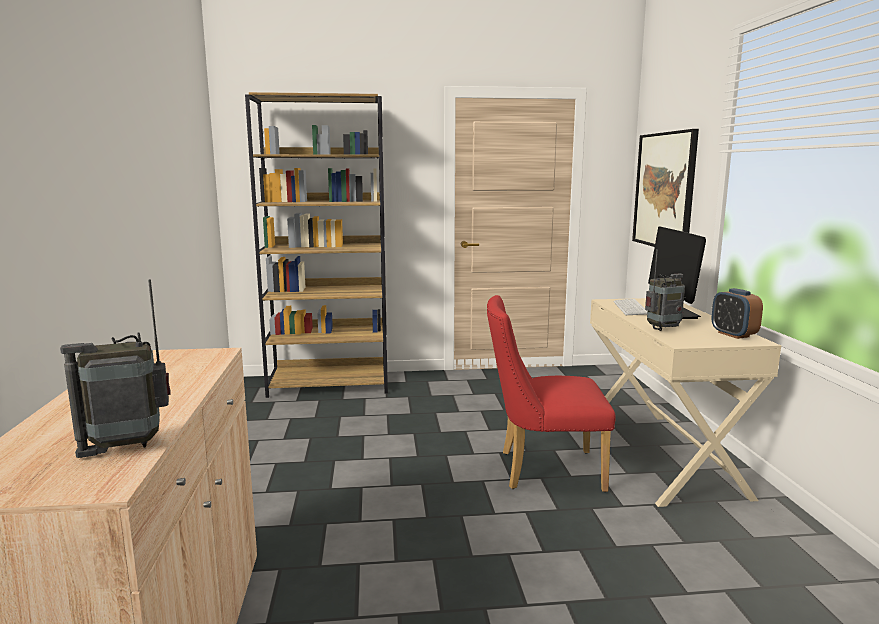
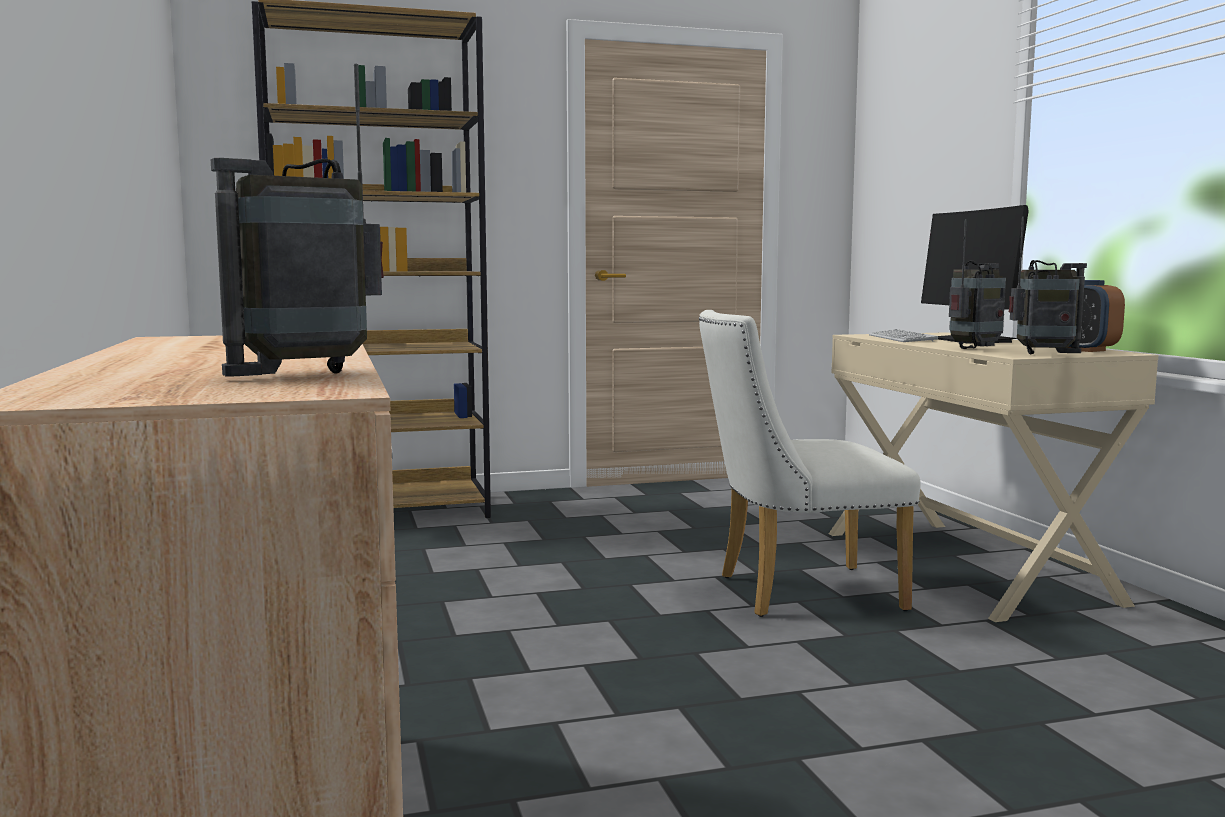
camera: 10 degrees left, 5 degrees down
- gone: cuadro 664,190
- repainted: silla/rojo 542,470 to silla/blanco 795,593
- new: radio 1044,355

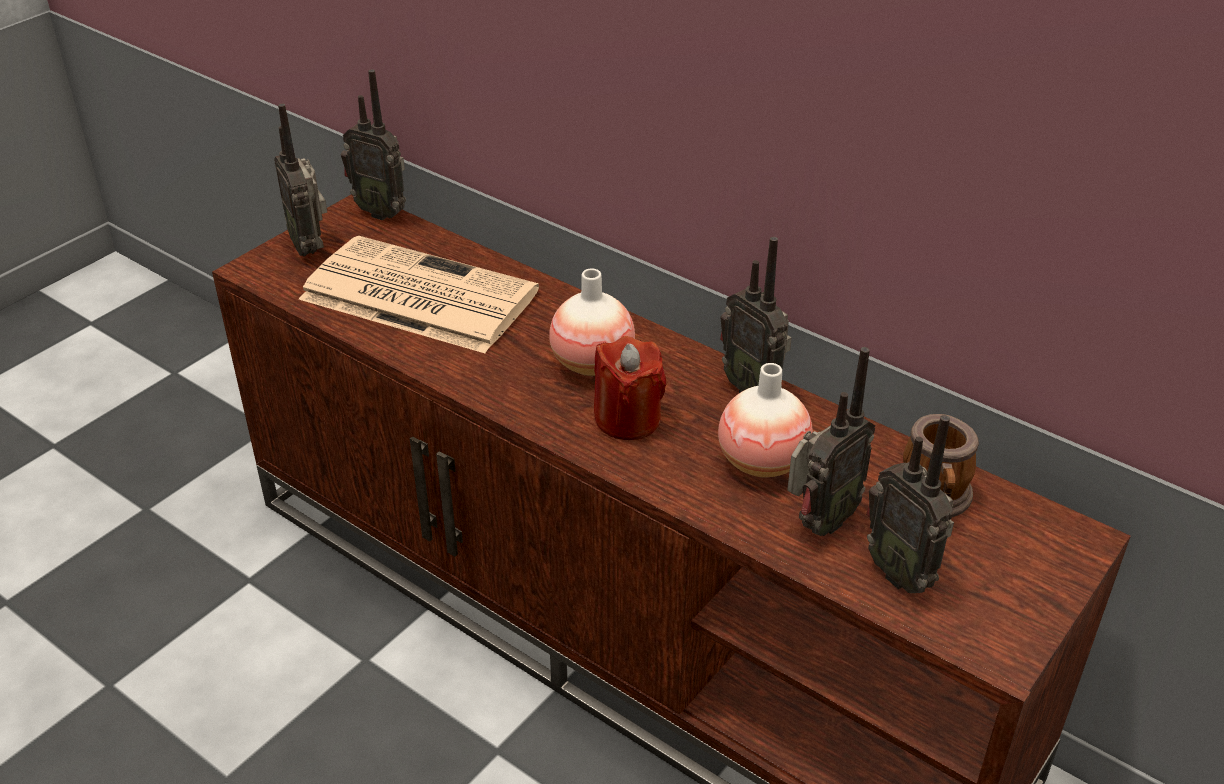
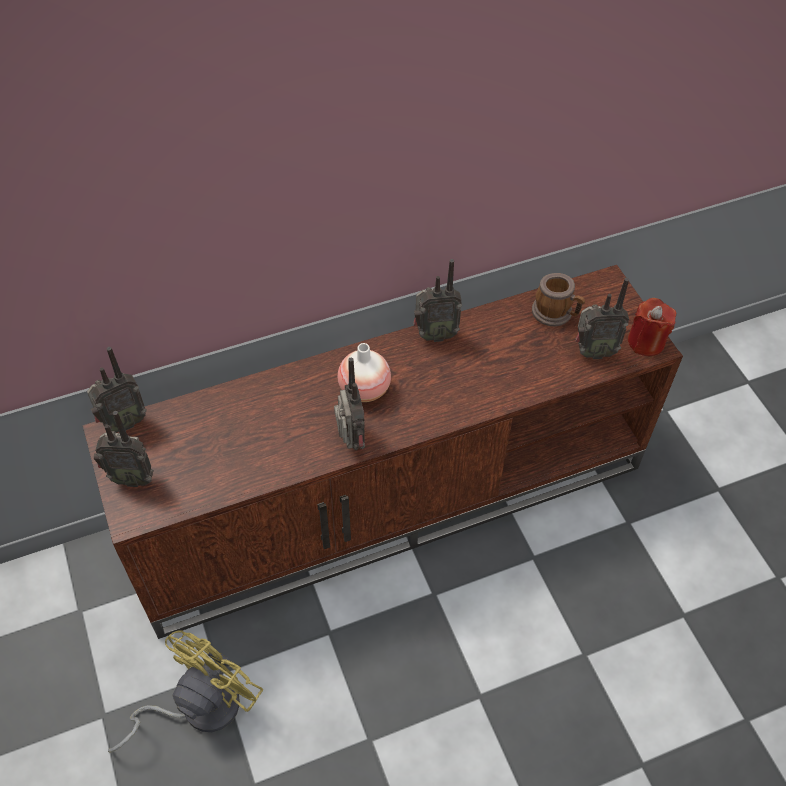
camera: 60 degrees left, 15 degrees up
- gone: periódico 415,296
- shifted: vela/rojo 628,419 to 646,342
- shifted: radio 818,523 to 350,442
- gone: florero 762,462
- new: ventilador/amarillo 198,707

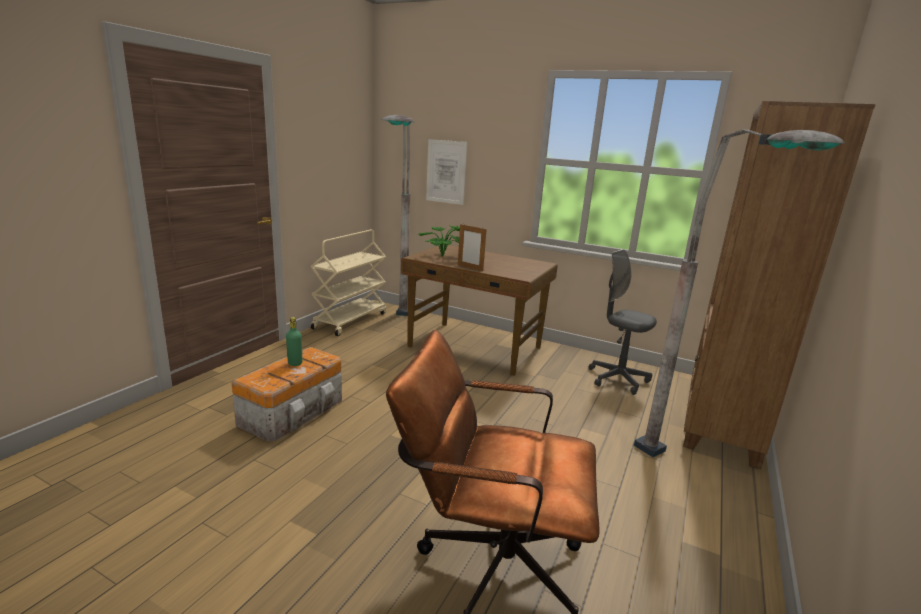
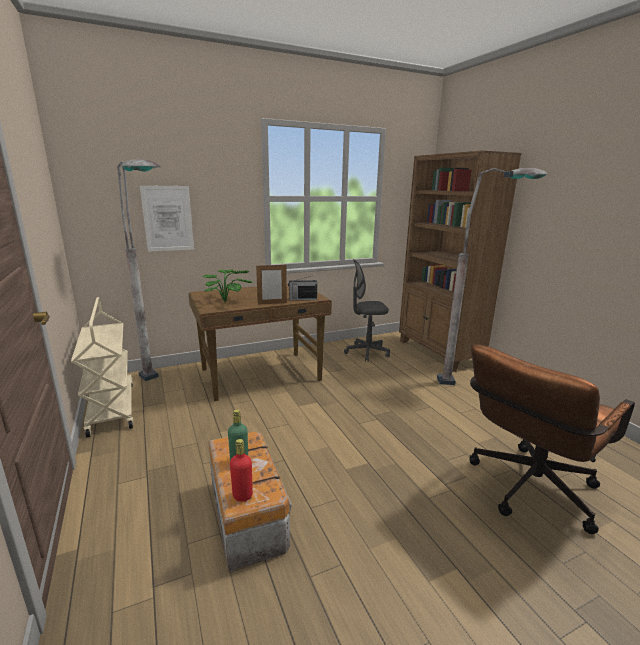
camera: 50 degrees left, 0 degrees up
- new: radio 302,299
- new: botella/rojo 242,495

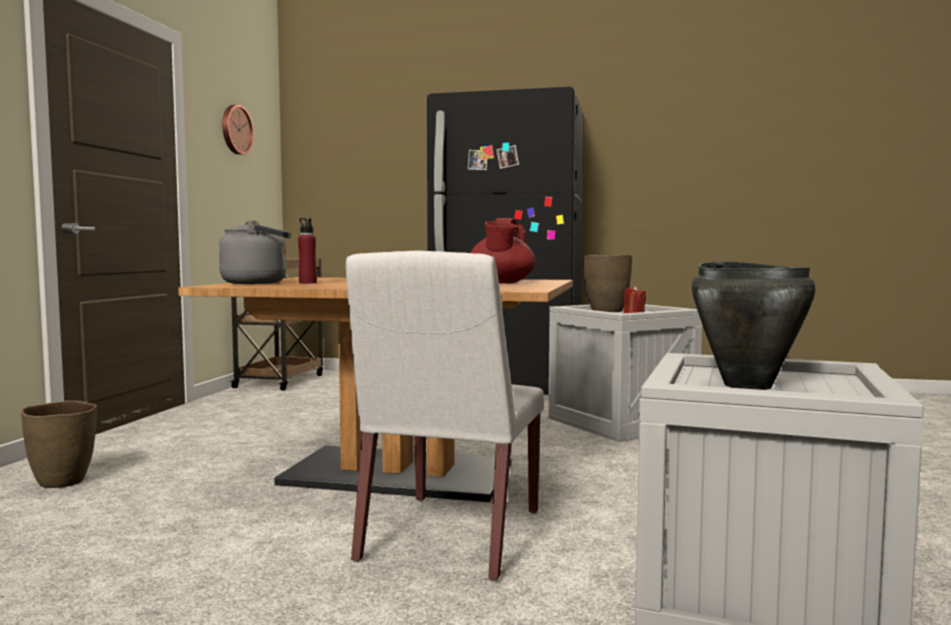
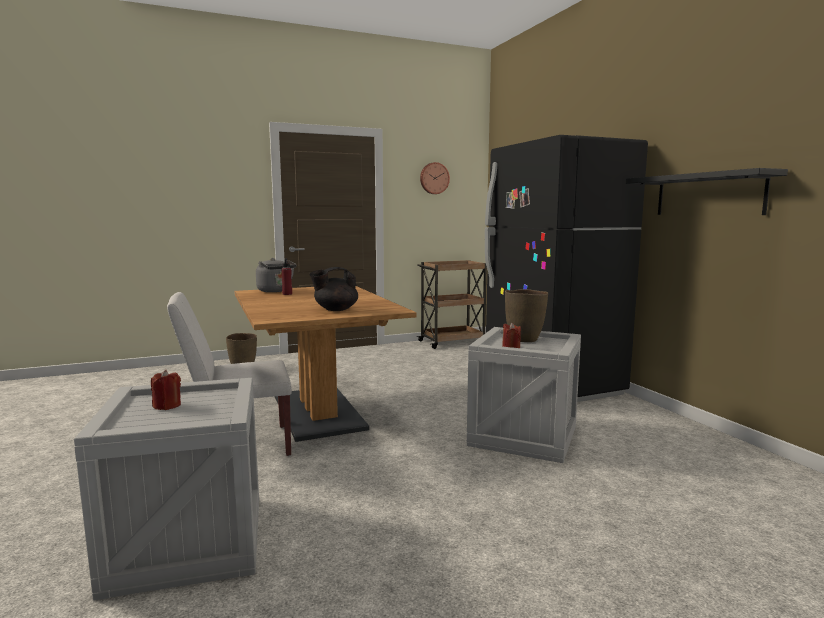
camera: 55 degrees right, 5 degrees up
- repainted: tetera/rojo 501,283 to tetera/negro 335,310
- swapped: olla/negro 748,385 to vela/rojo 167,406
- new: estante/negro 708,195

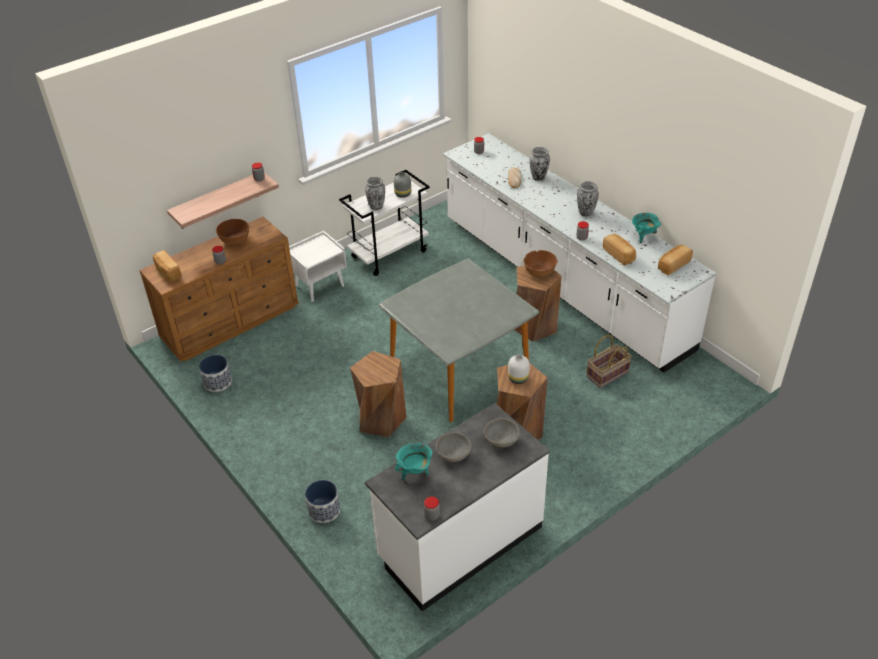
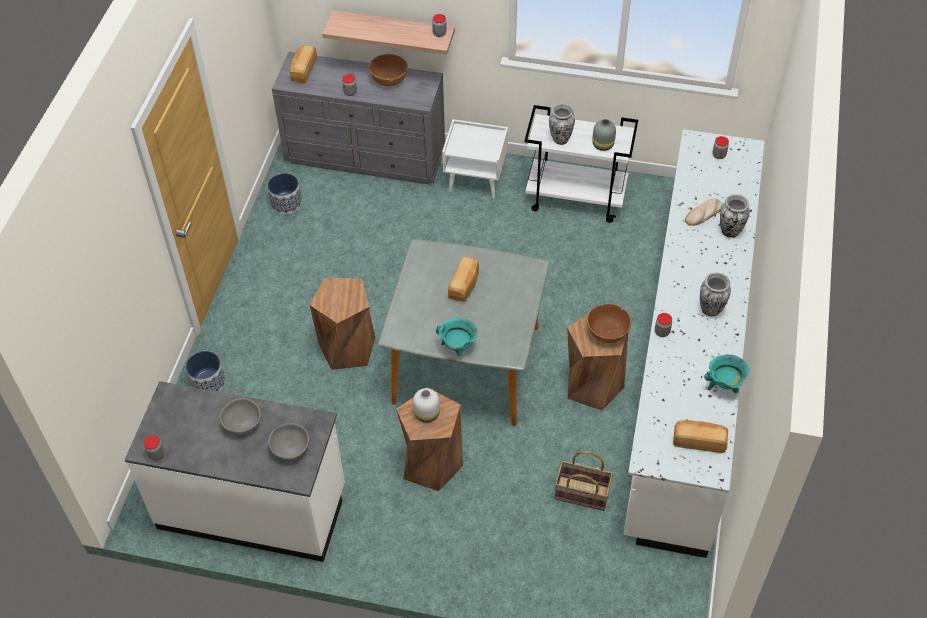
camera: 50 degrees right, 10 degrees up
- repainted: cómoda/marrón 231,321 to cómoda/gris 366,156
- shifted: pan 619,255 to 465,285
- shifted: olla/turquesa 415,472 to 458,347

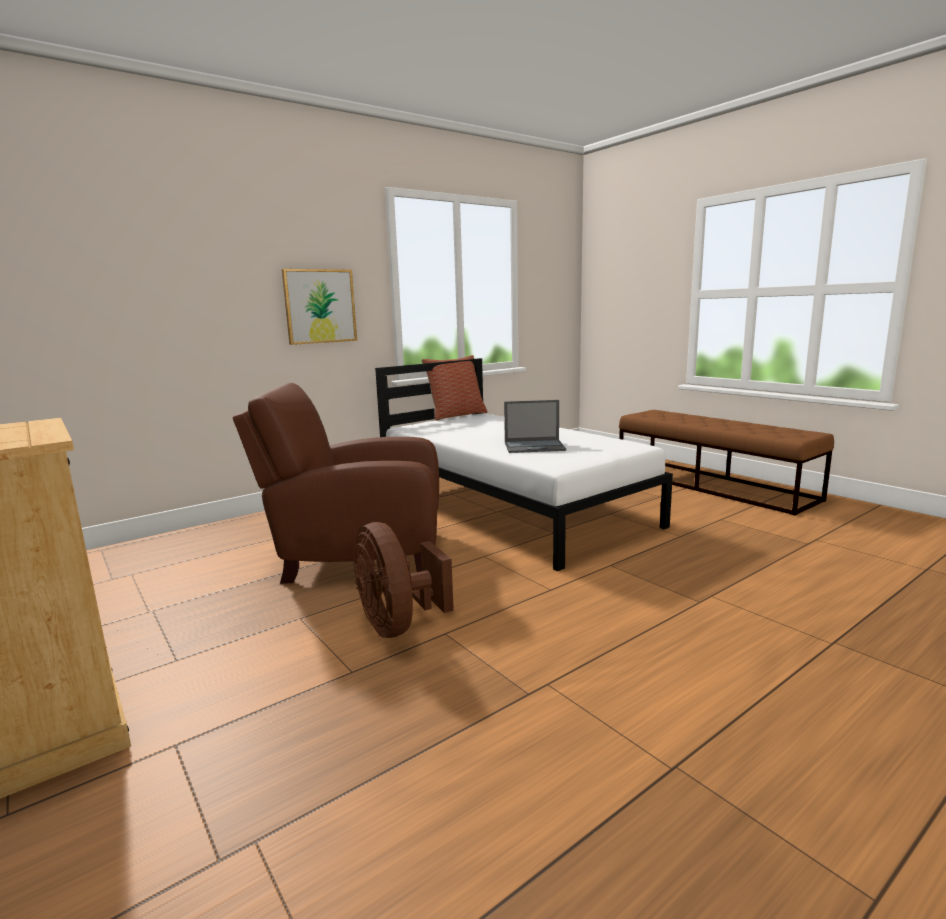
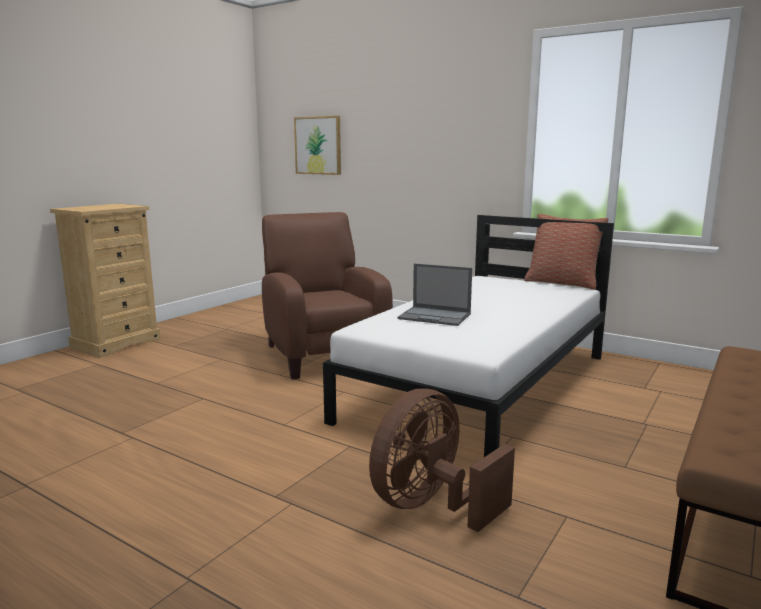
camera: 70 degrees right, 0 degrees up
- shifted: cuadro 320,306 to 318,145
- rotated: portátil 535,446 = 435,316 45 degrees counterclockwise
- shifted: ventilador/marrón 398,624 to 431,506

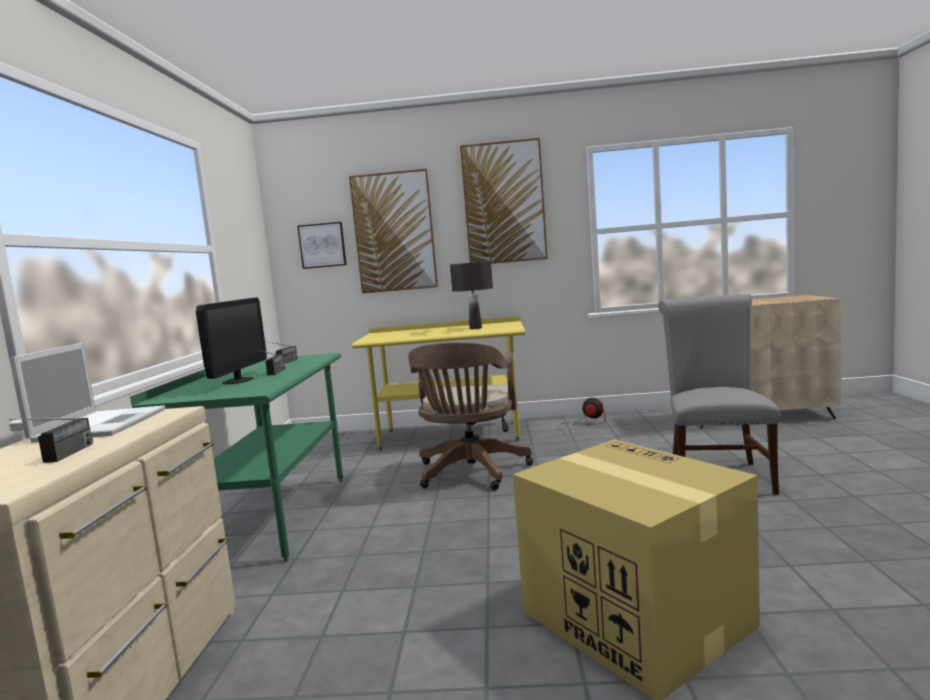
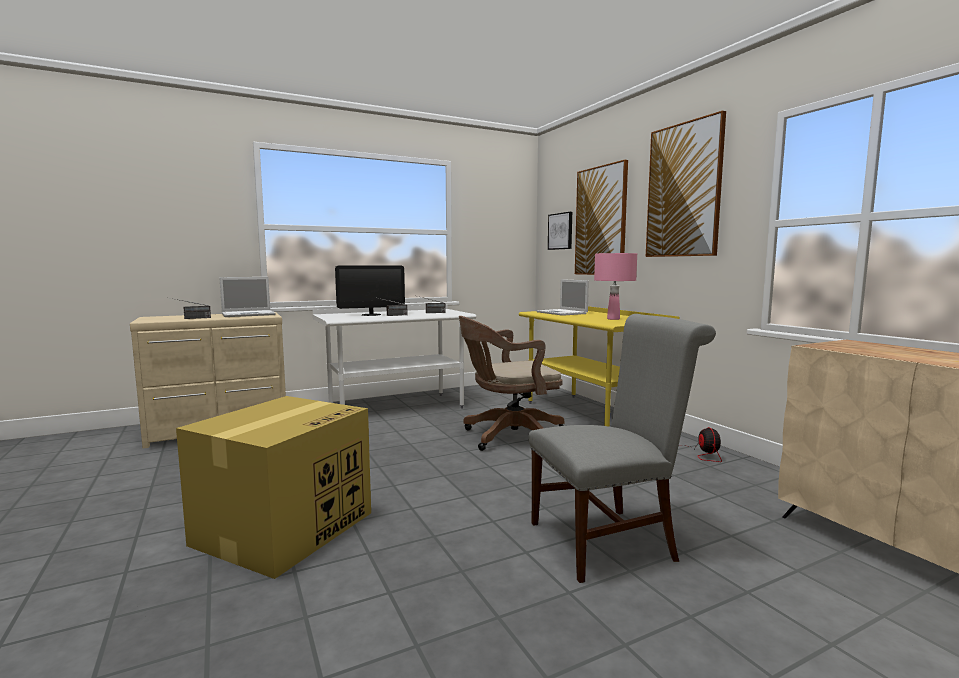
camera: 60 degrees right, 0 degrees up
- repainted: lámpara de mesa/negro 475,328 to lámpara de mesa/rosa 613,319
- repainted: escritorio/verde 274,517 to escritorio/blanco 396,408
- new: portátil 562,313

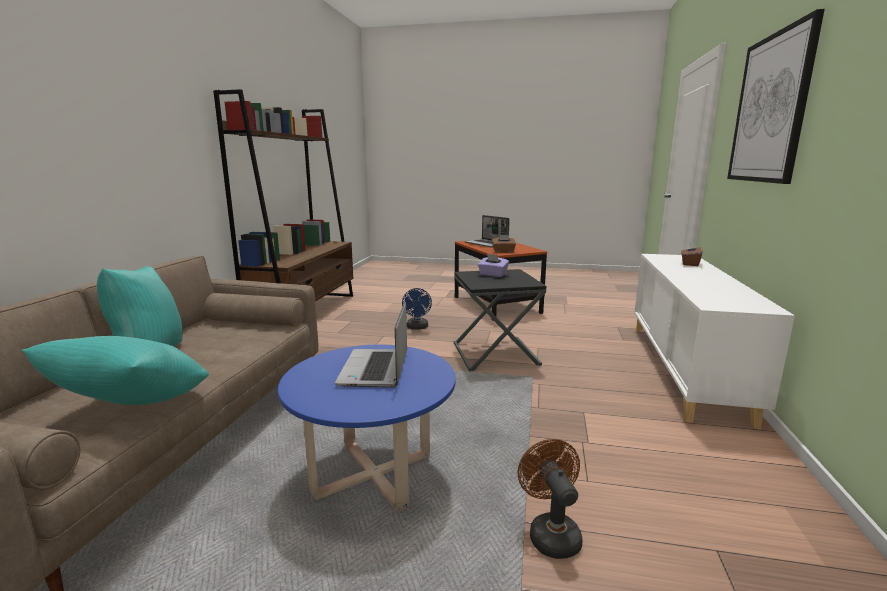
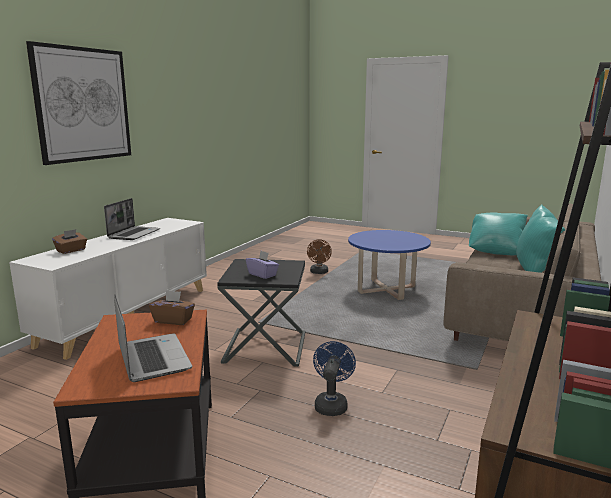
camera: 165 degrees left, 0 degrees up
- shifted: portátil 375,370 to 134,234

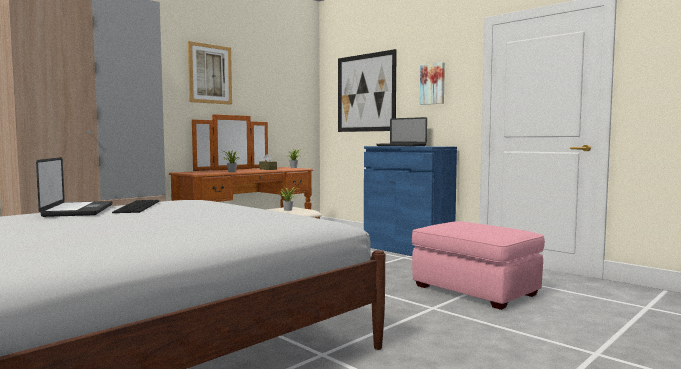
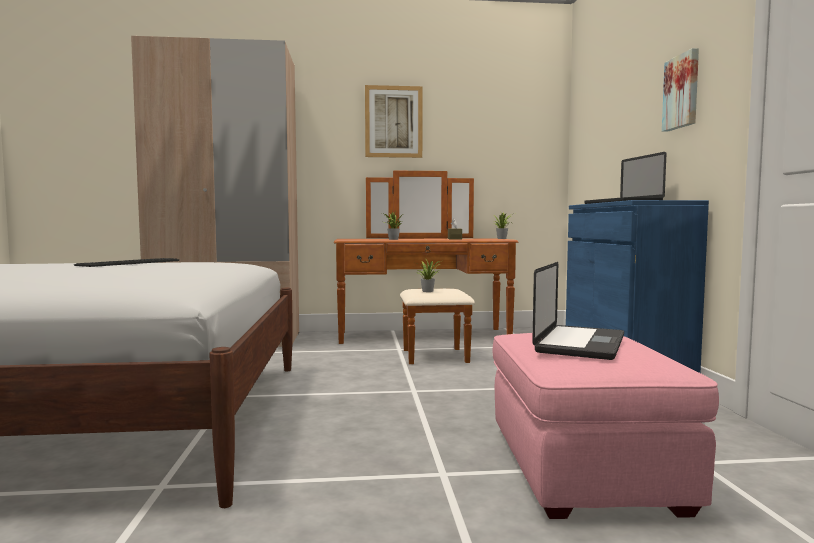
camera: 40 degrees right, 0 degrees up
- gone: cuadro 365,93
- shifted: portátil 78,210 to 580,344

